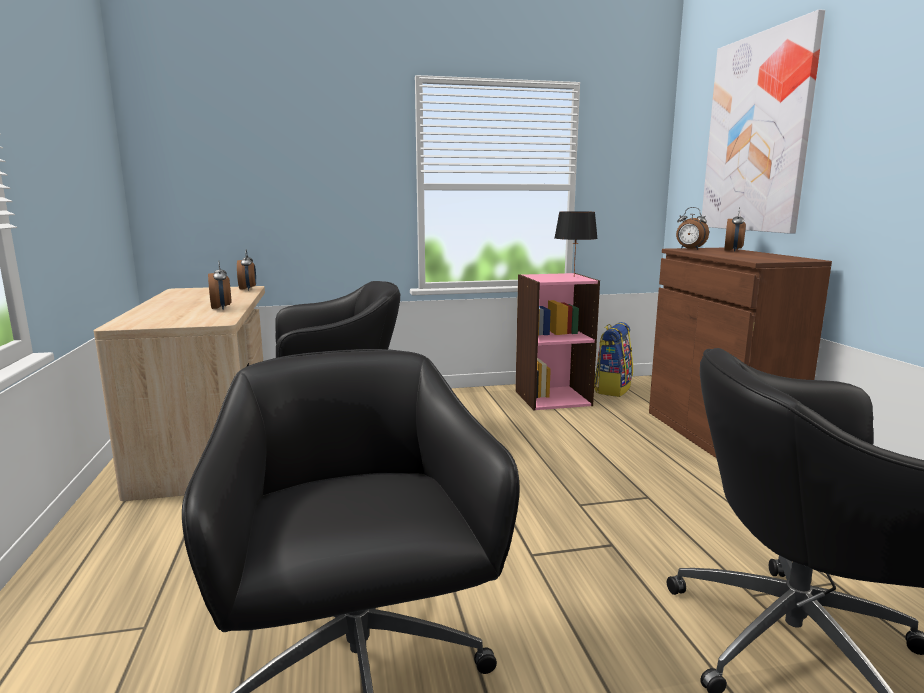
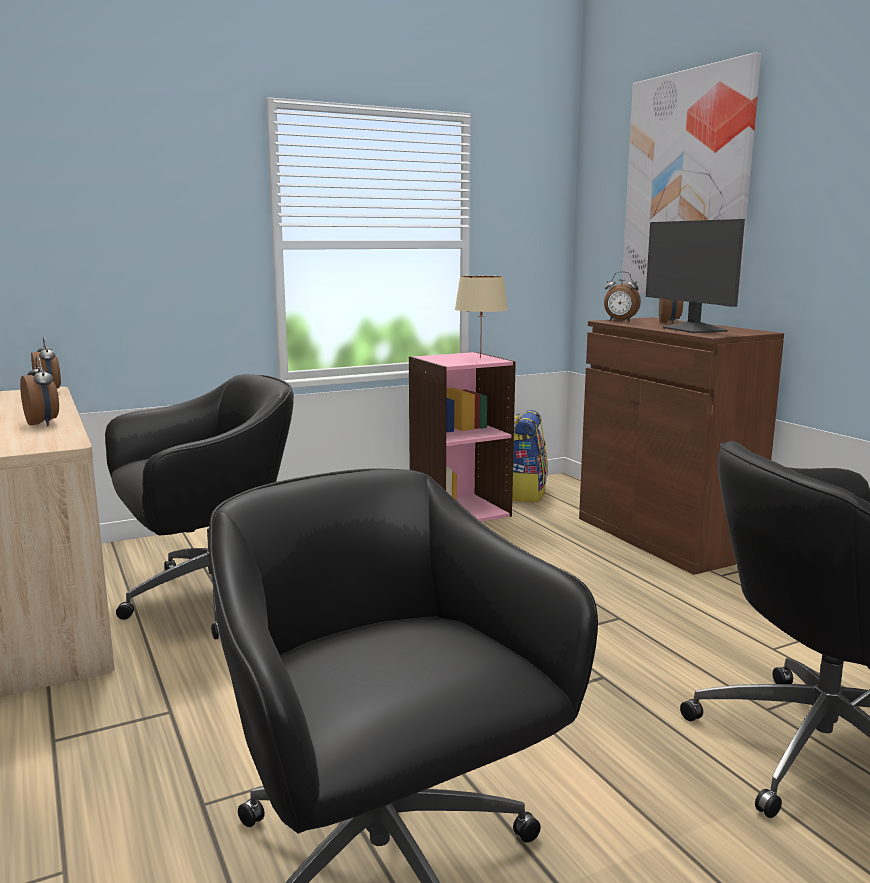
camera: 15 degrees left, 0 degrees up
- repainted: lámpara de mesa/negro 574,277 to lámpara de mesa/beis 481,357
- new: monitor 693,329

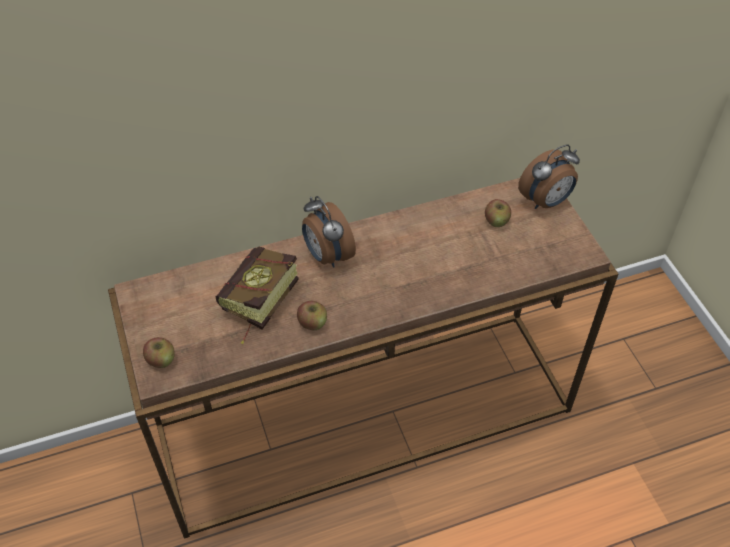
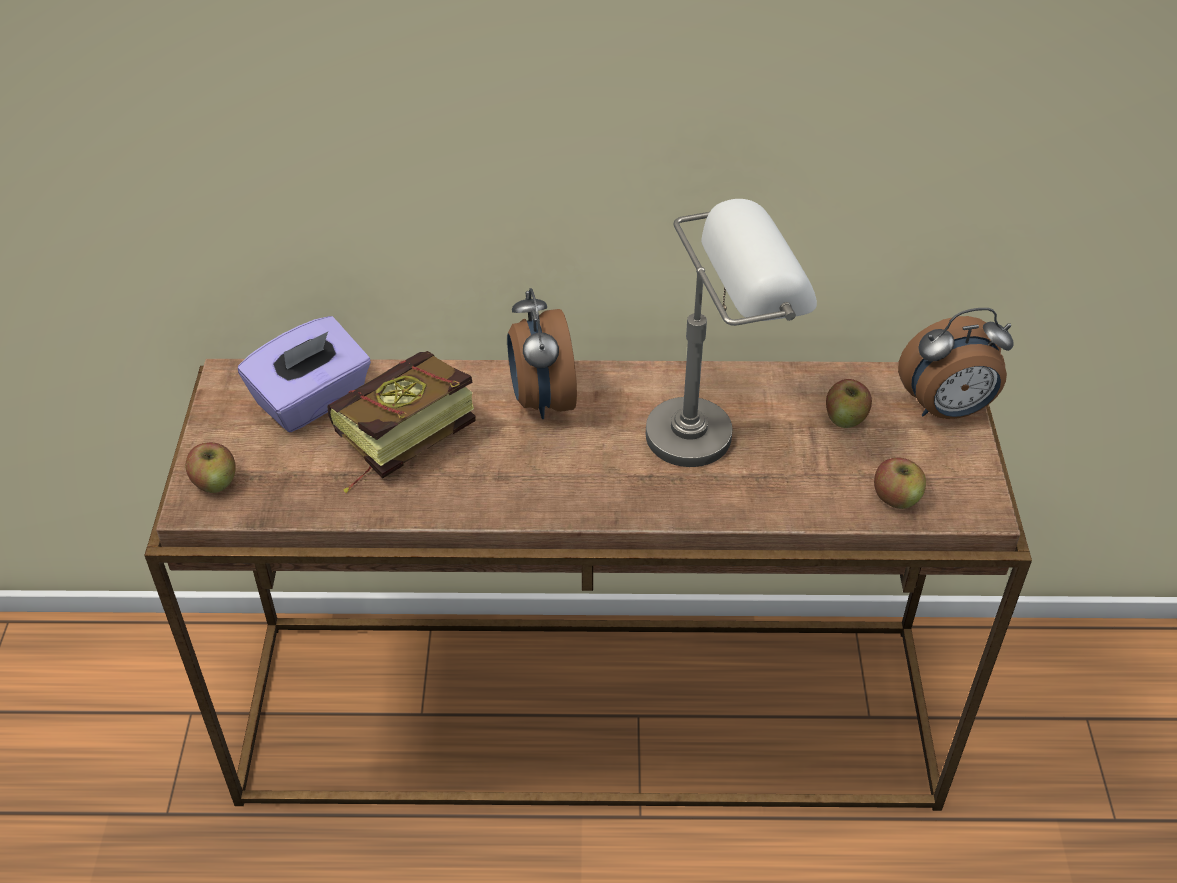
camera: 20 degrees right, 5 degrees down
- shifted: manzana 312,323 to 896,497
- new: lámpara de mesa/gris 716,427
- new: caja de pañuelos/morado 312,400

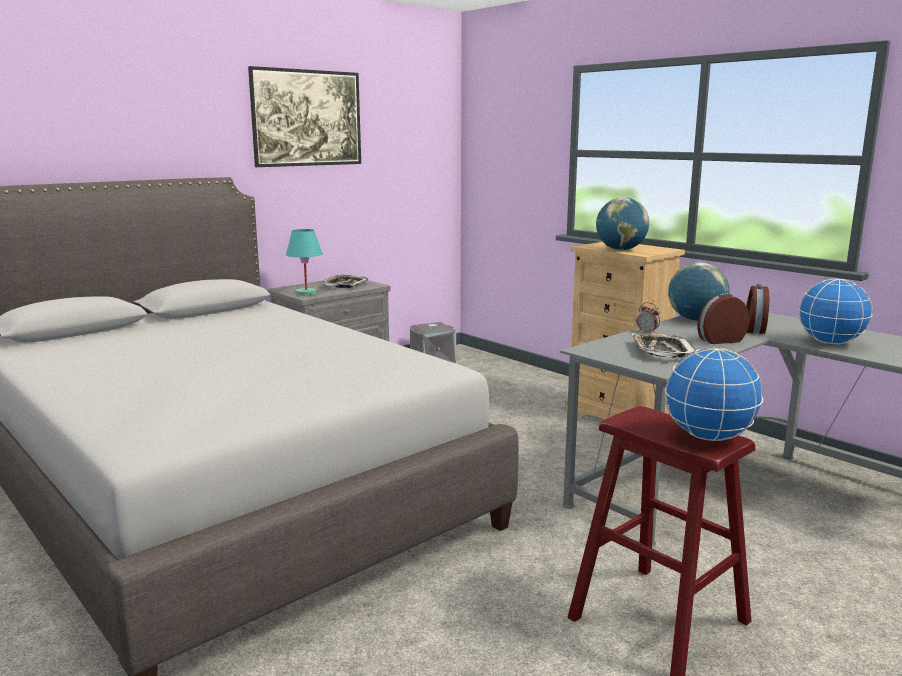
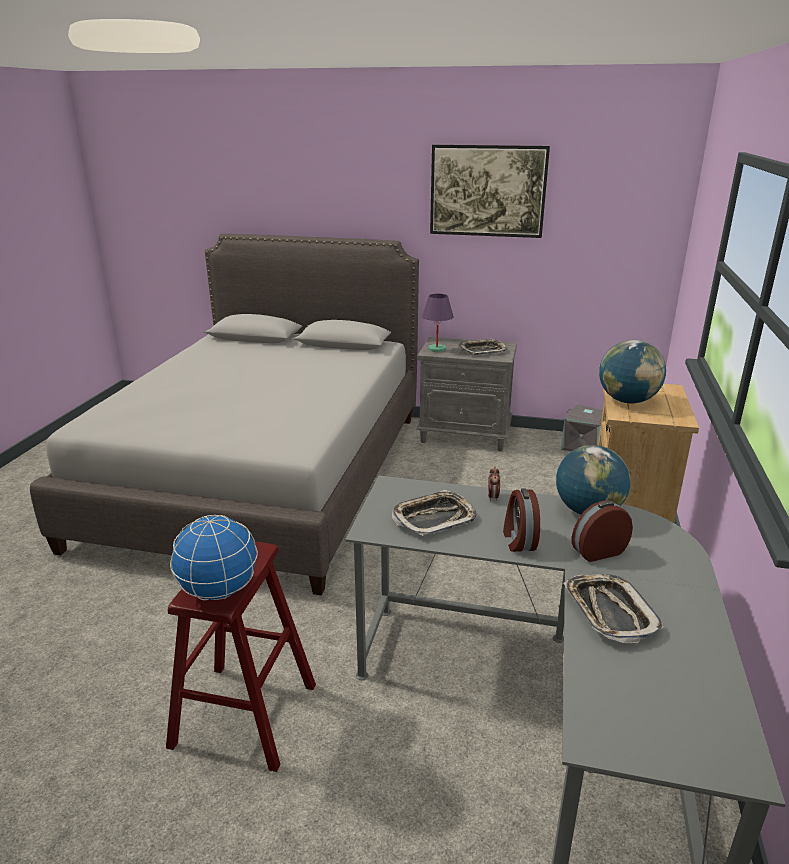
camera: 55 degrees right, 10 degrees up
- repainted: lámpara de mesa/turquesa 306,293 to lámpara de mesa/morado 436,349
- swapped: globo terráqueo 830,343 to bandeja 609,612
- rotated: despertador 720,340 = 518,540 135 degrees counterclockwise

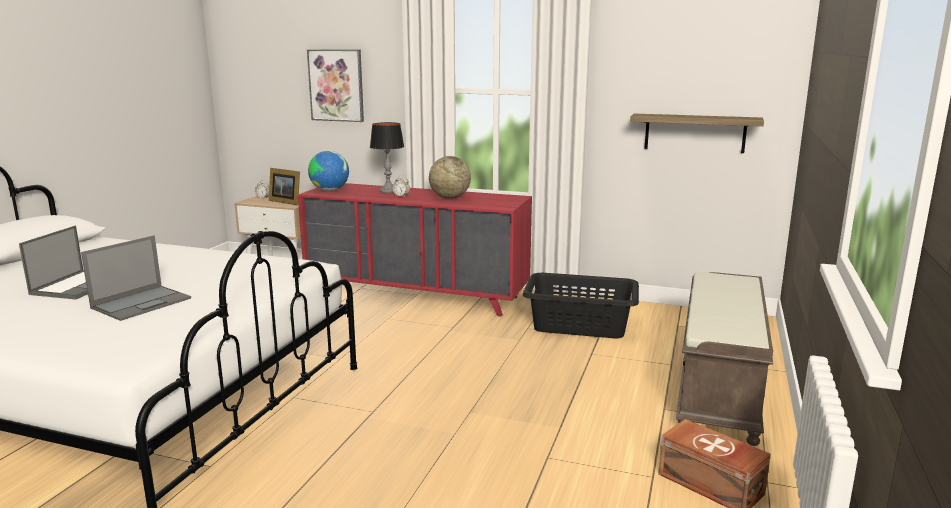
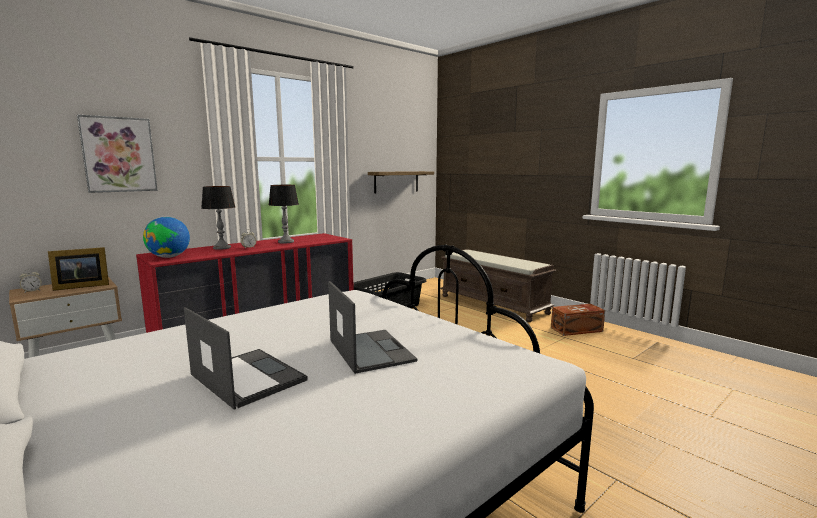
camera: 60 degrees left, 5 degrees down
- swapped: globo terráqueo 449,197 to lámpara de mesa 285,242

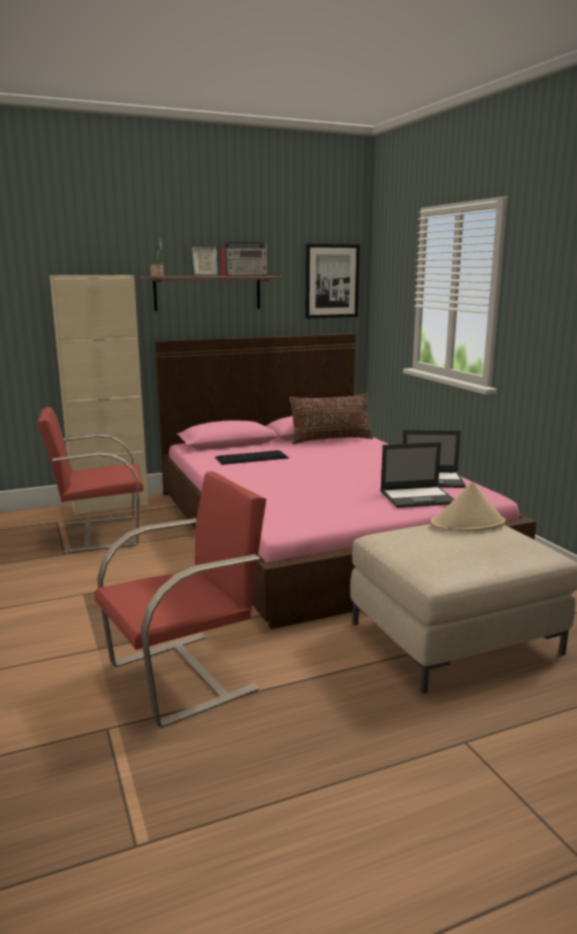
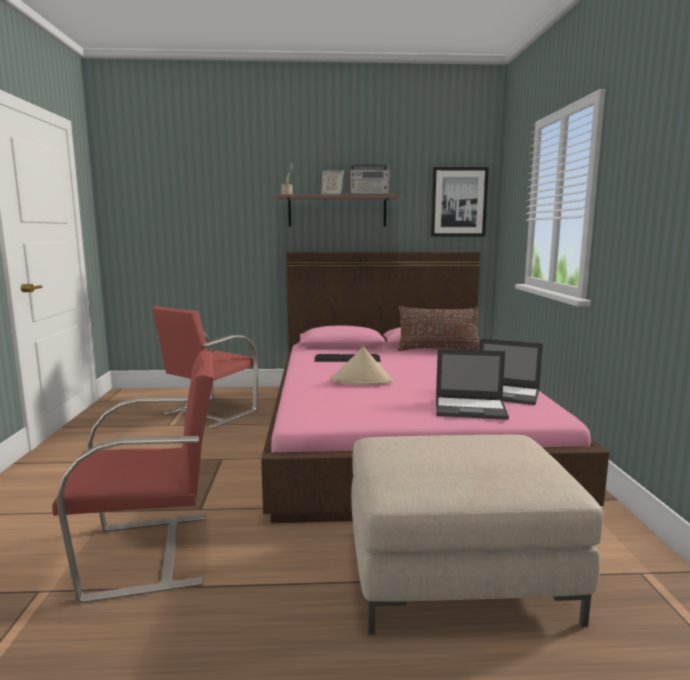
camera: 20 degrees right, 5 degrees down
- gone: armario/beis 110,505
- rotated: silla/rojo 99,533 = 209,412 60 degrees counterclockwise
- shifted: sombrero/beis 468,524 to 362,381

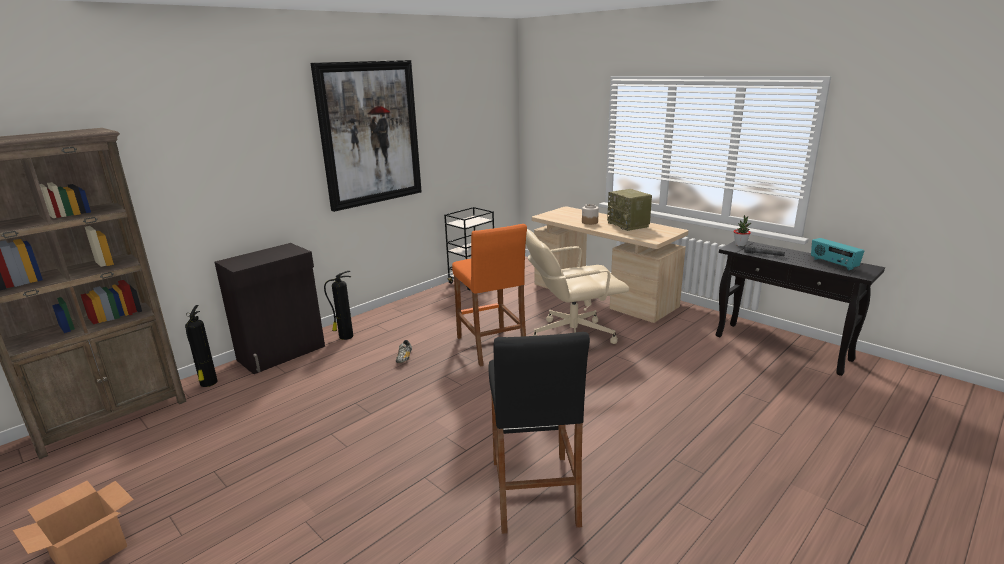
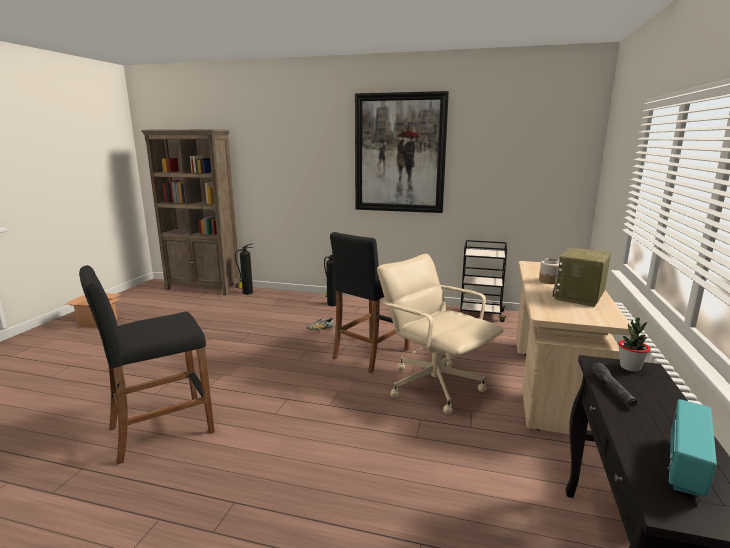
camera: 60 degrees right, 5 degrees down
- repainted: taburete/naranja 491,346 to taburete/negro 371,354
- gone: armario/negro 283,353

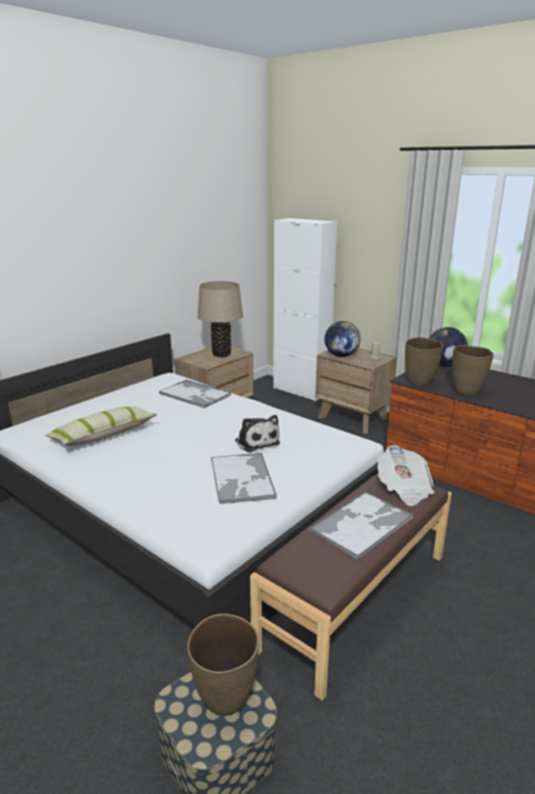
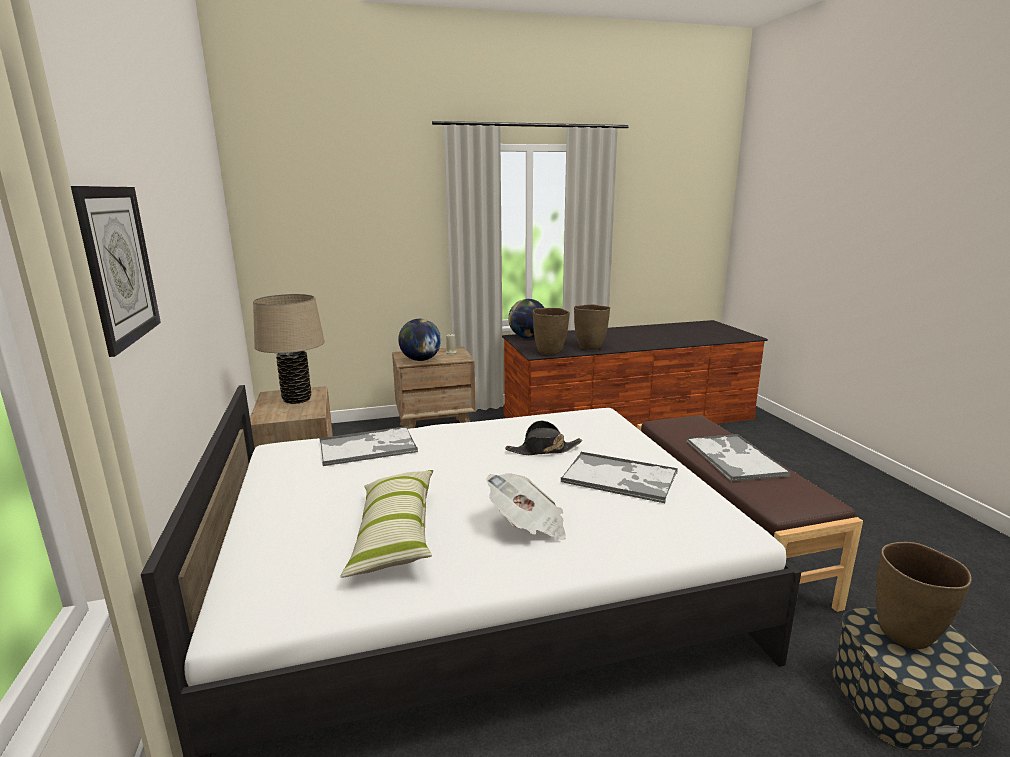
camera: 55 degrees left, 5 degrees down
- gone: armario/blanco 300,391
- swapped: peluche 256,442 to sombrero/negro 543,450
- shifted: periódico 404,489 to 528,525
- new: reloj de pared 115,265

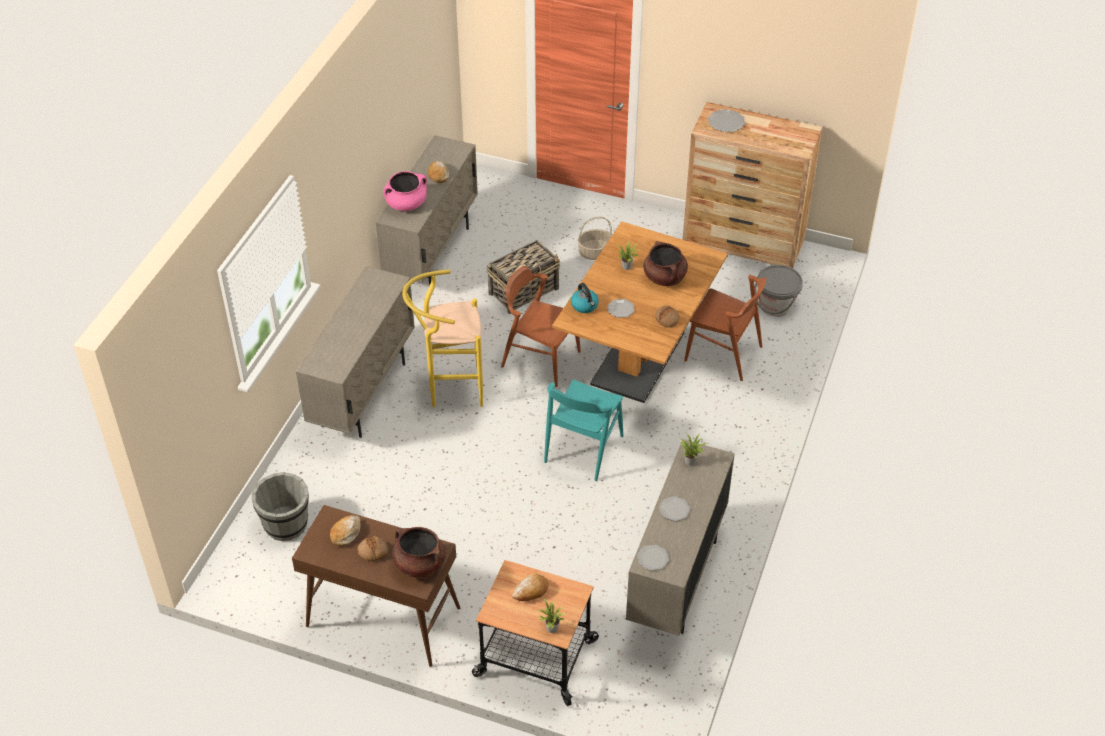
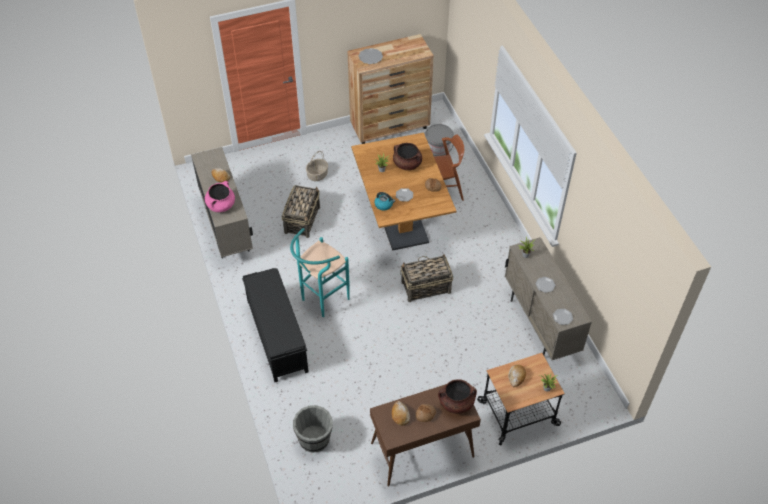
camera: 40 degrees left, 5 degrees up
- swapped: armario/beis 364,394 to banco/negro 277,335
- gone: silla/marrón 540,359
- repainted: taburete/amarillo 449,389 to taburete/turquesa 321,301
- swapped: silla/turquesa 583,449 to cesta 425,287

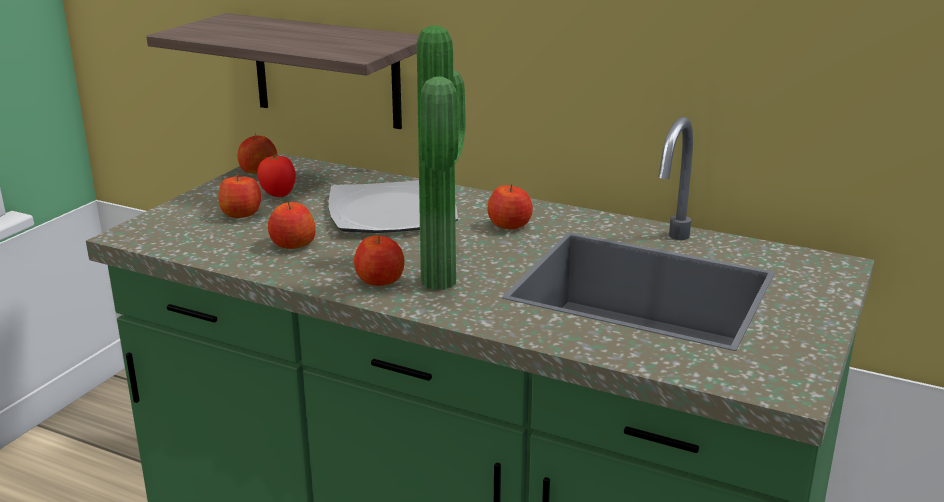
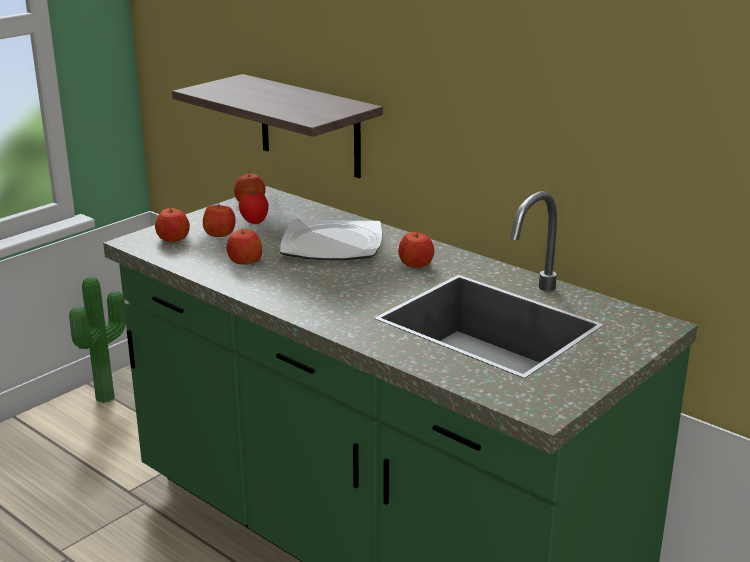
camera: 15 degrees right, 0 degrees up
- shifted: planta en maceta 445,281 to 108,398
- shifted: manzana 380,280 to 173,239

